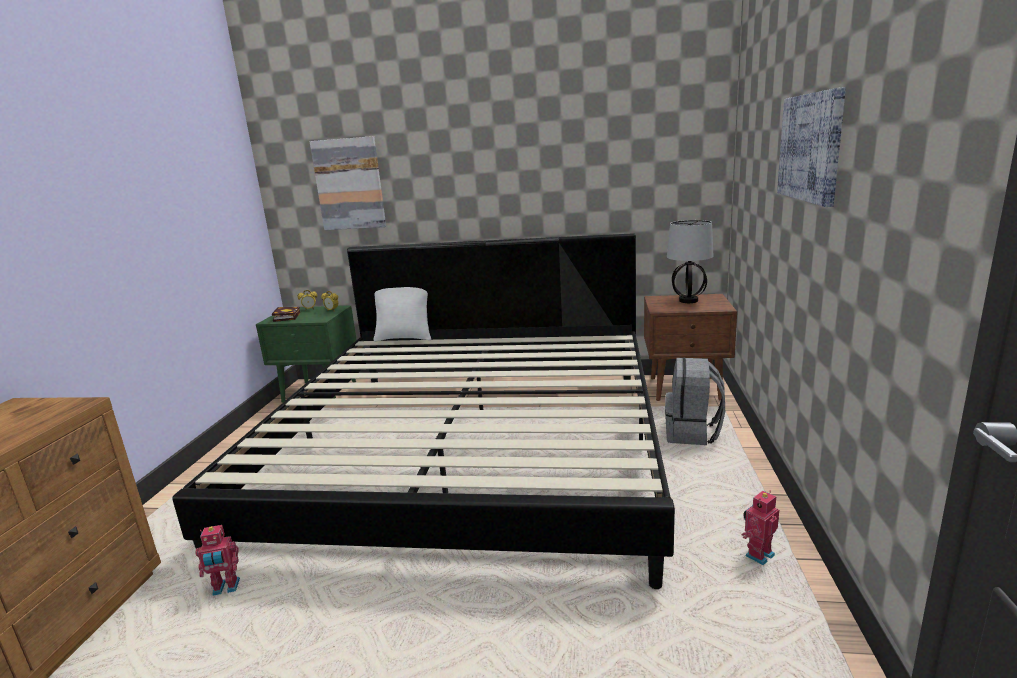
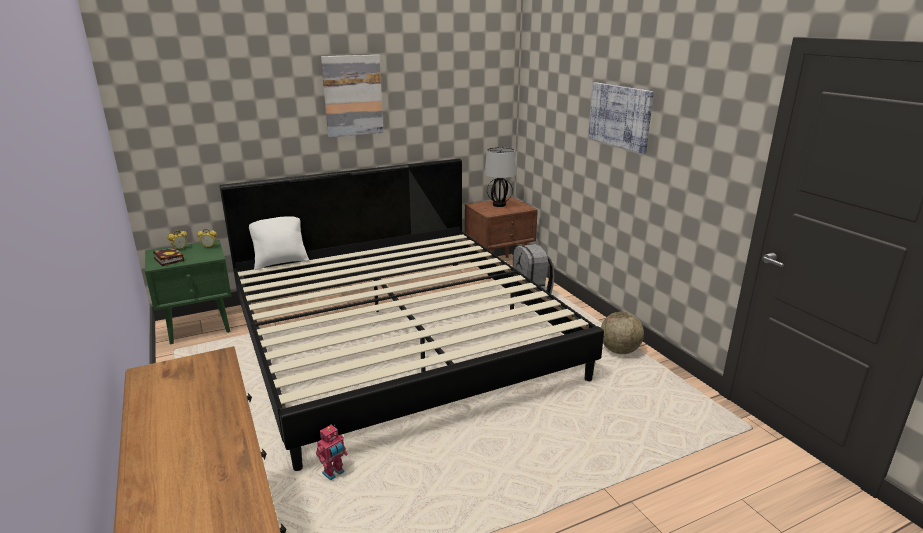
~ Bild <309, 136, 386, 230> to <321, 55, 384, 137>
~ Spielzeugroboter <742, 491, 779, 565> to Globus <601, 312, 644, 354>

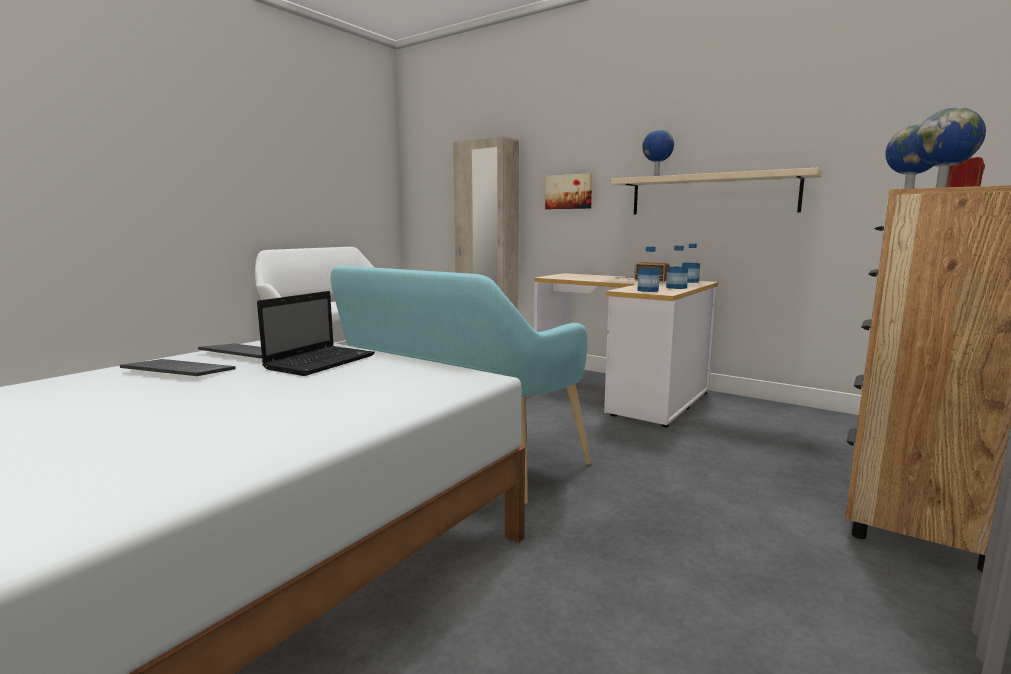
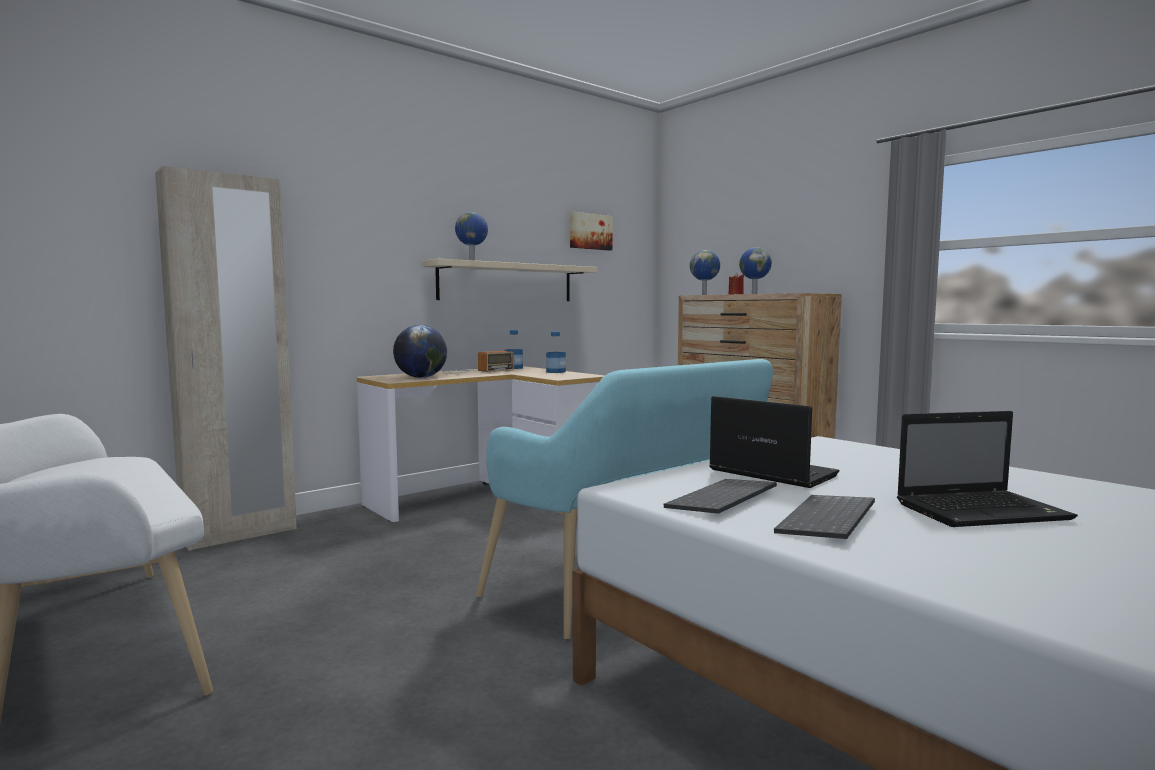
~ Bild <545, 173, 592, 209> to <570, 212, 613, 251>
- Flasche <637, 246, 660, 292>
+ Globus <393, 325, 447, 378>
+ Laptop <897, 411, 1078, 527>

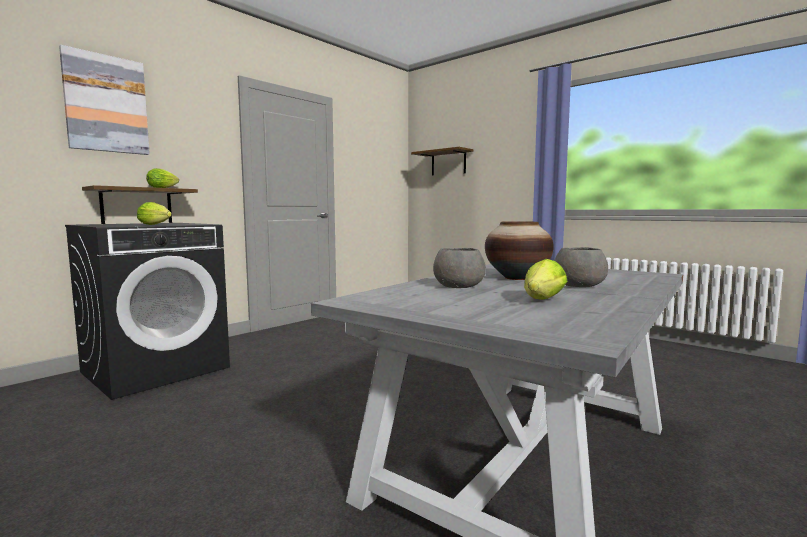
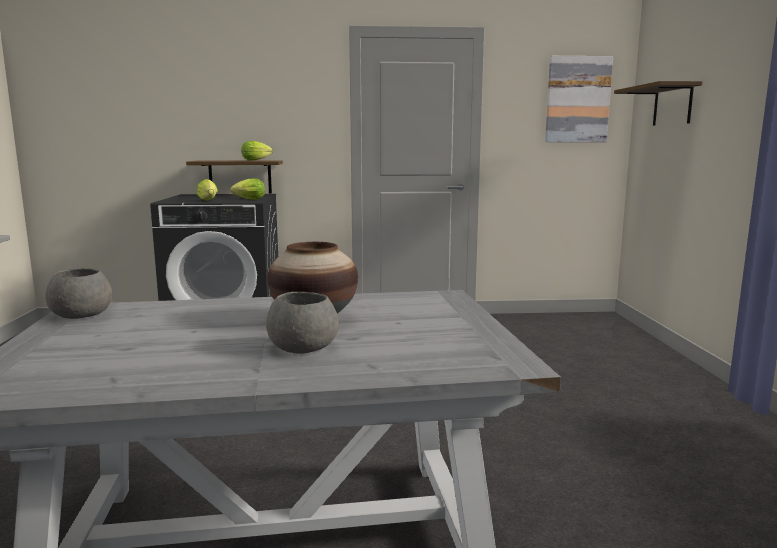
~ Bild <59, 45, 150, 155> to <545, 56, 613, 142>
~ Schüssel [grau] <433, 248, 486, 288> to <45, 268, 112, 319>
~ Salatkopf <524, 259, 568, 300> to <230, 178, 265, 200>

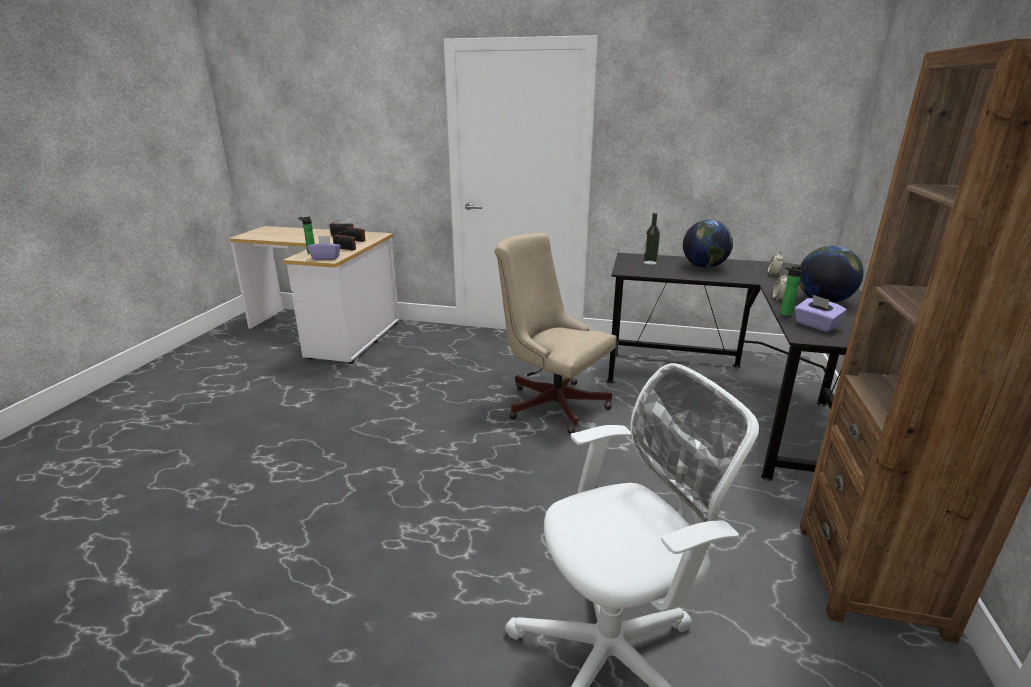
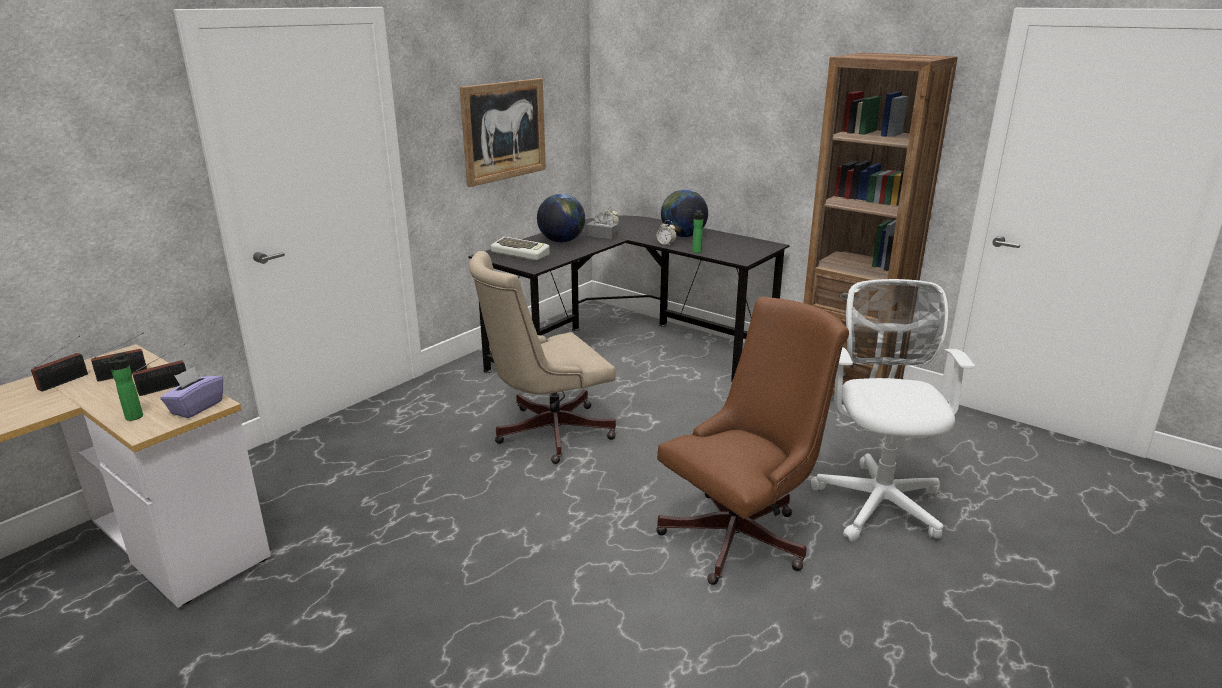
~ Flasche <643, 213, 660, 265> to Tastatur <491, 237, 550, 261>
- Taschentuchbox [lila] <795, 295, 847, 332>
+ Bild <459, 78, 546, 187>
+ Taschentuchbox [grau] <586, 212, 618, 240>
+ Bürostuhl [braun] <656, 297, 849, 585>

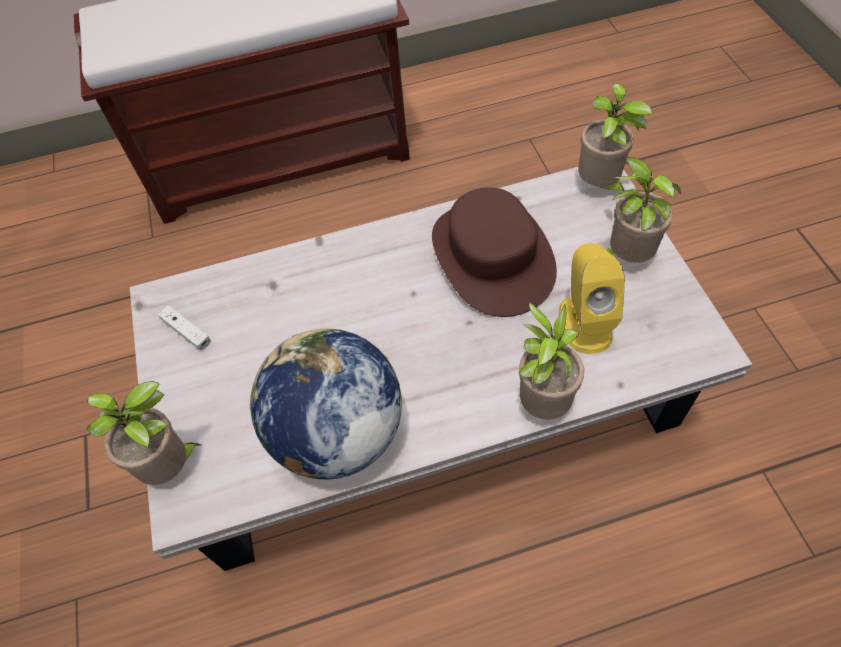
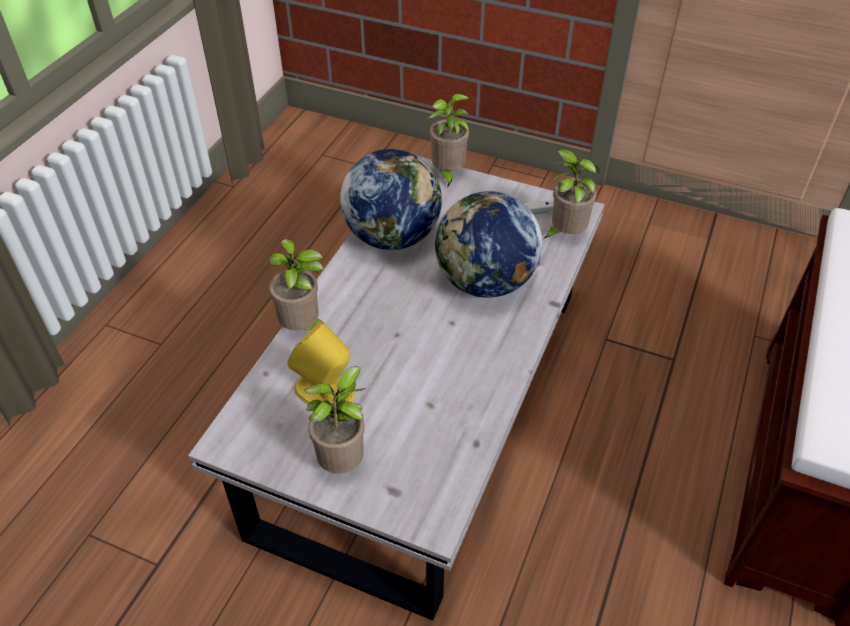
~ Topfpflanze <578, 84, 652, 191> to <543, 149, 600, 239>
- Hut [braun] <432, 187, 557, 317>
+ Globus <435, 191, 542, 298>

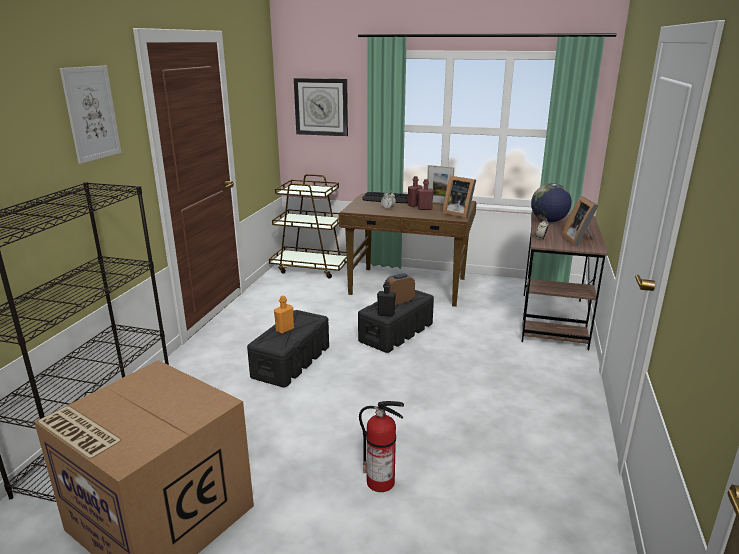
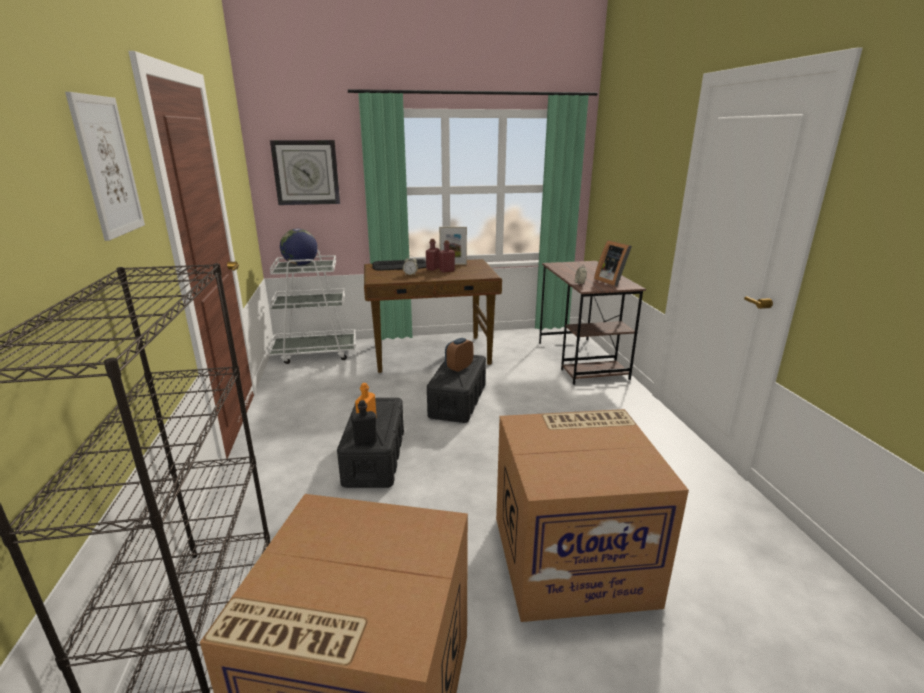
~ Rollwagen [braun] <269, 174, 347, 278> to Rollwagen [weiß] <268, 250, 356, 364>
- Bilderrahmen <442, 176, 476, 218>
~ Globus <531, 183, 572, 222> to <280, 229, 318, 265>
~ Flasche [schwarz] <377, 282, 396, 317> to <351, 400, 377, 446>
~ Feuerlöscher <359, 401, 404, 492> to Karton <496, 409, 689, 622>

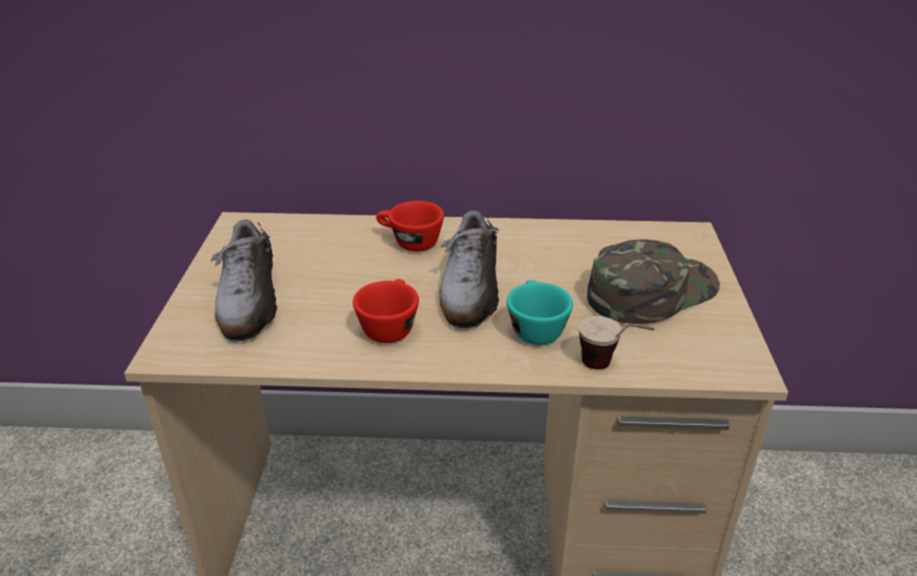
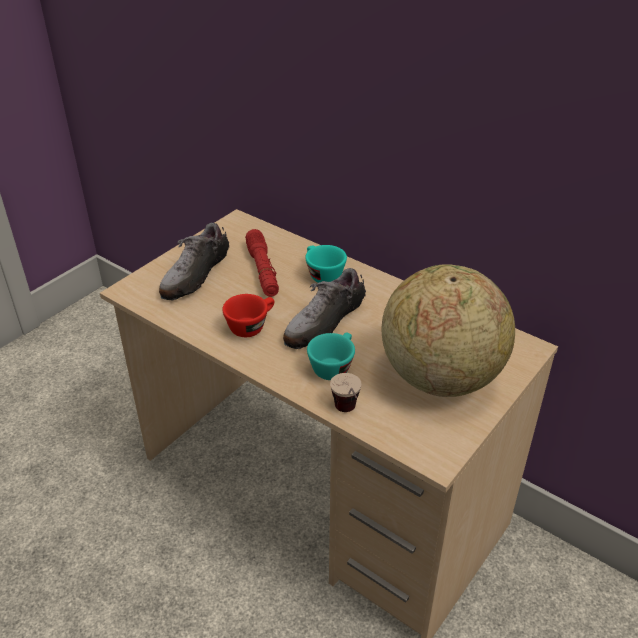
~ Tasse [rot] <376, 201, 444, 252> to Tasse [türkis] <305, 245, 347, 283>
~ Kappe [grün] <587, 239, 720, 324> to Globus <381, 264, 515, 397>
+ Taschenlampe [rot] <245, 229, 279, 297>

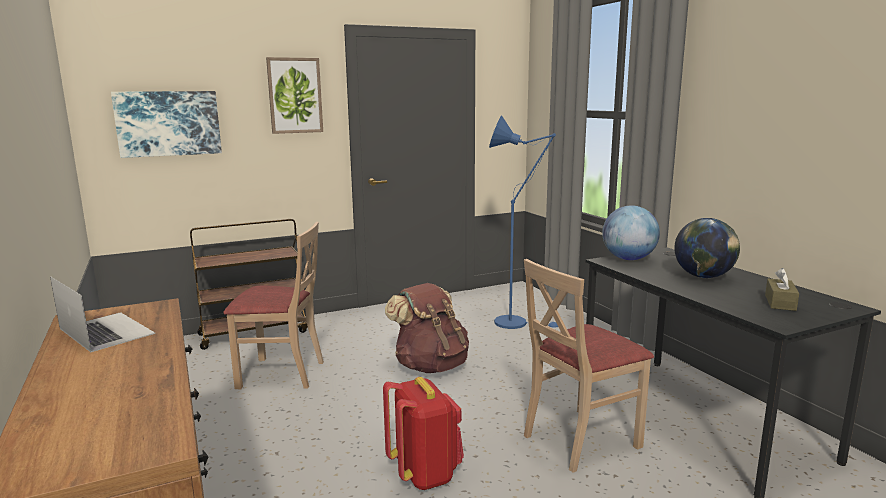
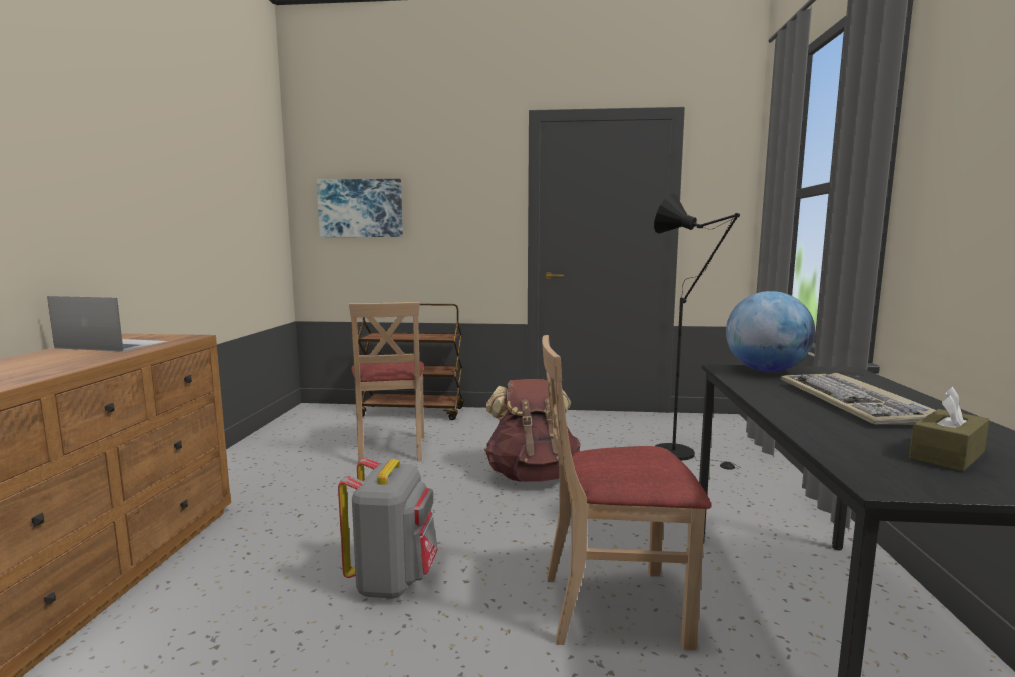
- Bild <266, 57, 323, 134>
~ Stehlampe [blau] <489, 115, 558, 329> to Stehlampe [schwarz] <654, 194, 741, 470>
~ Globus <674, 218, 740, 278> to Tastatur <781, 373, 936, 425>
~ Stuhl [beige] <224, 222, 324, 389> = <349, 302, 424, 462> 45 degrees clockwise
~ Laptop <50, 277, 155, 352> = <47, 296, 168, 352> 60 degrees counterclockwise
~ Rucksack [rot] <383, 377, 464, 490> to Rucksack [grau] <338, 457, 438, 599>

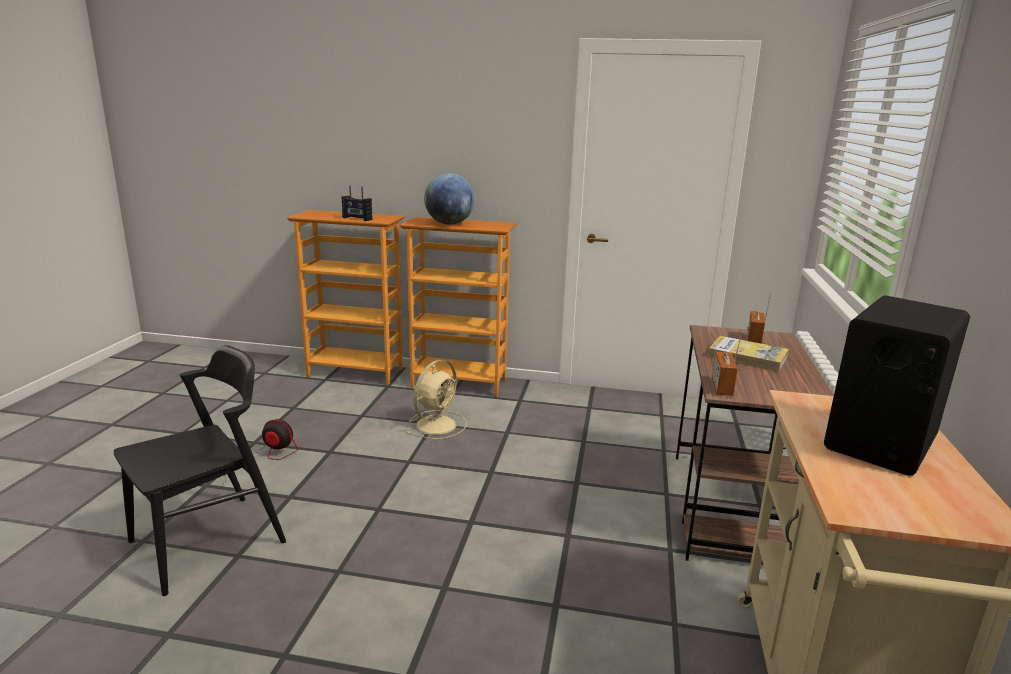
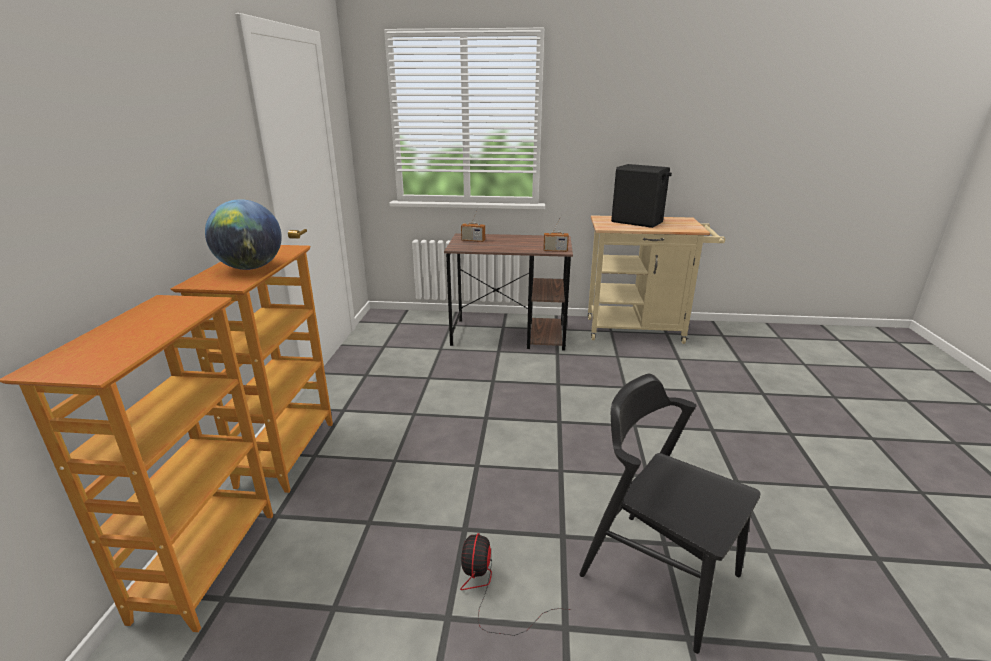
- Radio <341, 185, 373, 221>
- Buch <708, 336, 789, 372>
- Ventilator [beige] <406, 360, 467, 439>

